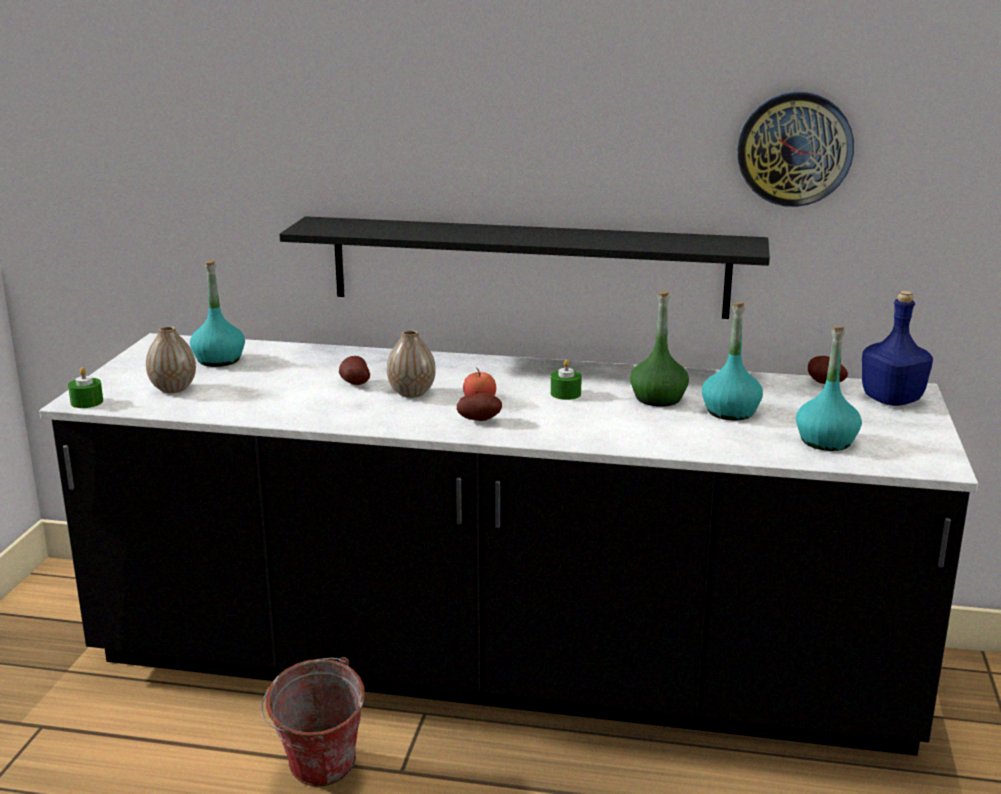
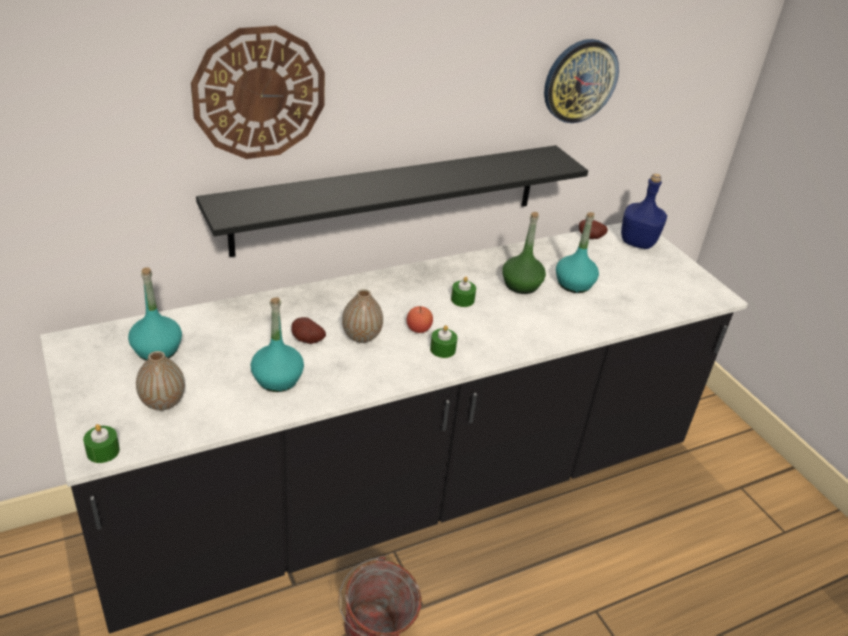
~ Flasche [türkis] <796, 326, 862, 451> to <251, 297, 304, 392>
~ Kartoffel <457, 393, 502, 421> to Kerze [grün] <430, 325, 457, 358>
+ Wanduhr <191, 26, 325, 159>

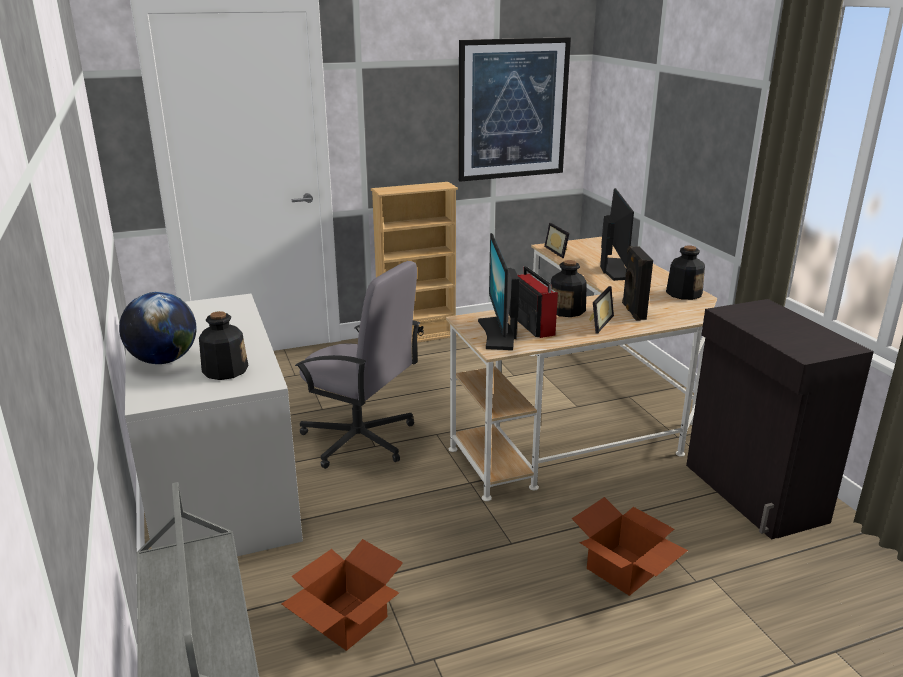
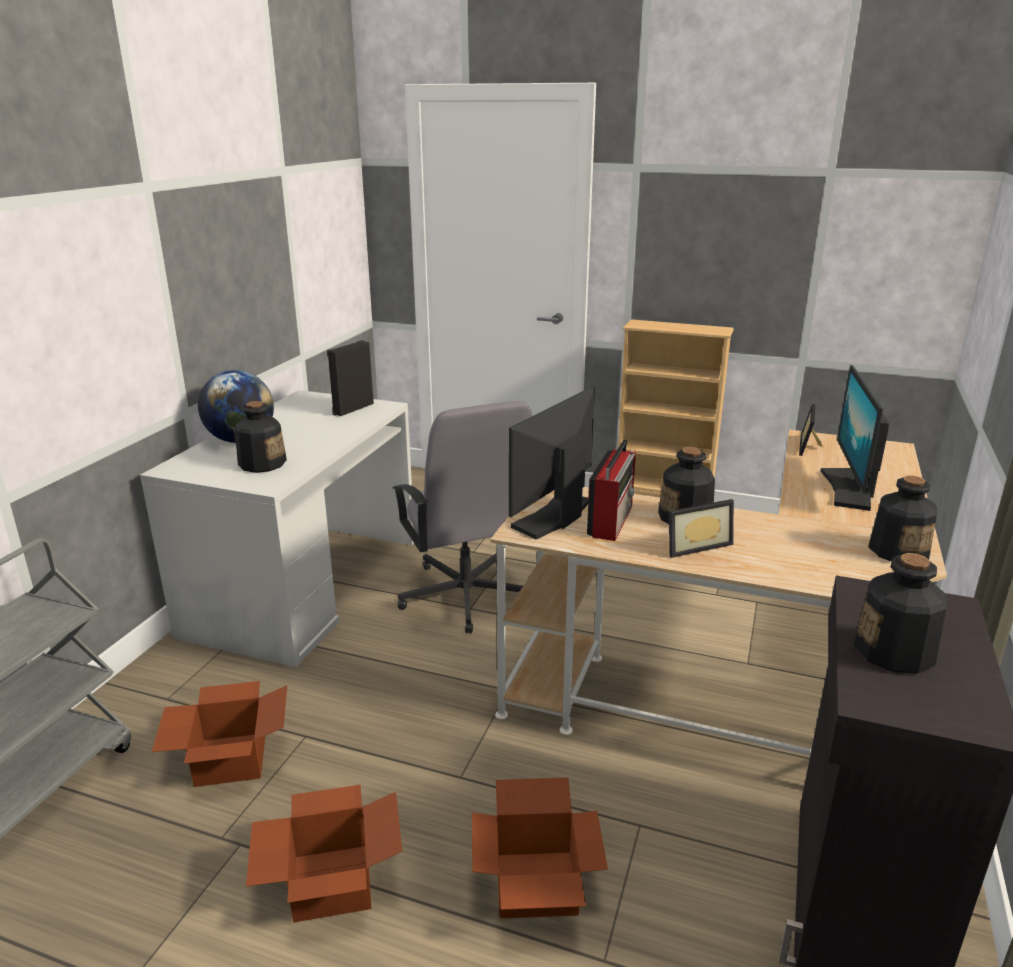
- Bild <458, 37, 571, 182>
~ Monitor <600, 188, 634, 281> = <820, 365, 889, 511> 150 degrees clockwise
~ Lautsprecher [schwarz] <622, 246, 653, 321> to <327, 340, 374, 416>
+ Flasche <854, 553, 947, 674>
+ Karton <246, 785, 402, 923>

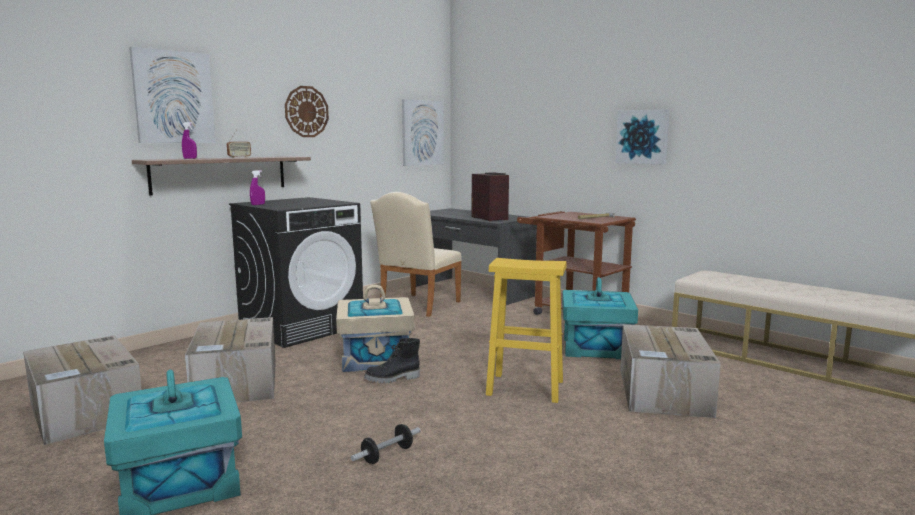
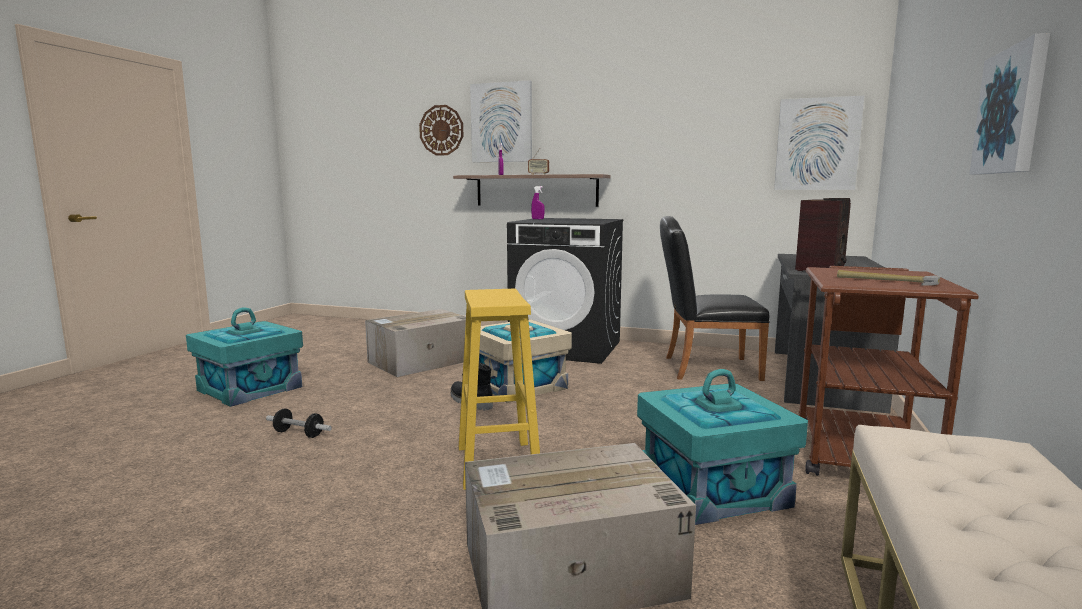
~ Wanduhr <285, 86, 329, 137> to <419, 105, 463, 156>
~ Stuhl [beige] <370, 192, 462, 317> to Stuhl [schwarz] <660, 216, 770, 381>
- Karton <23, 335, 142, 445>

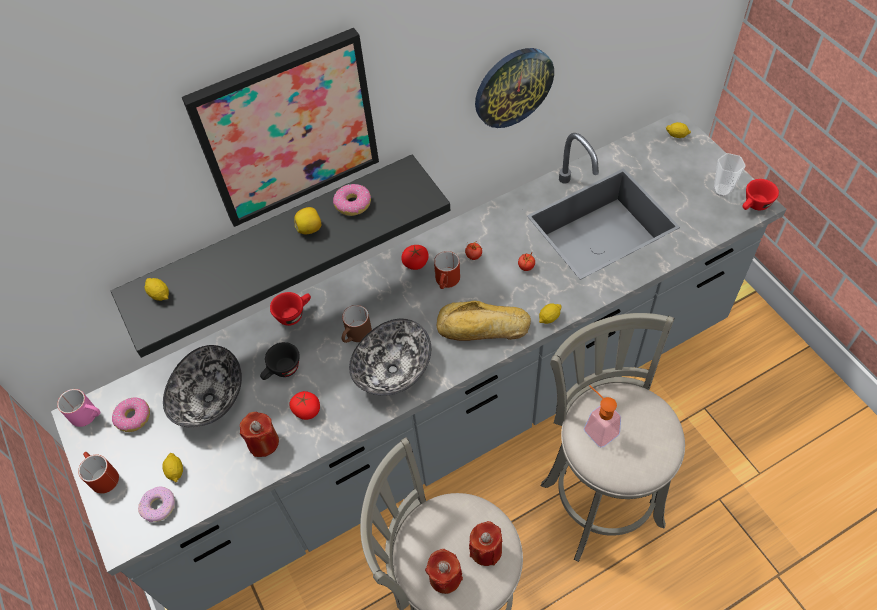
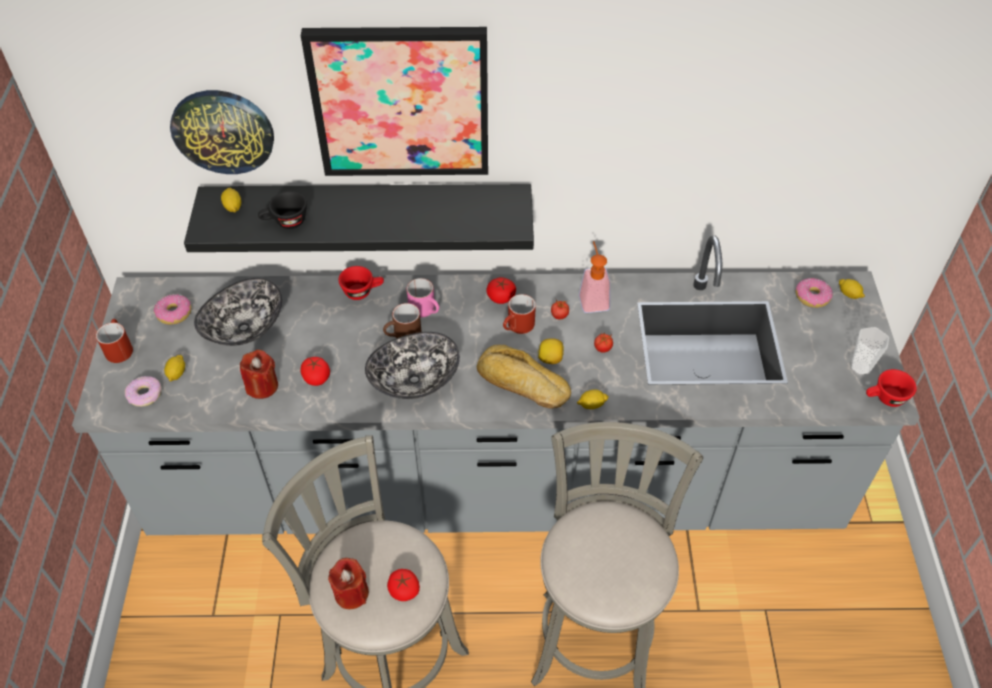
~ Wanduhr <475, 48, 554, 128> to <170, 90, 274, 174>
~ Donut <333, 184, 371, 216> to <795, 278, 833, 308>
~ Zitrone <294, 207, 321, 234> to <538, 338, 564, 364>
~ Tasse [schwarz] <260, 342, 300, 380> to <258, 191, 307, 229>
~ Seifenspender <584, 385, 621, 447> to <579, 241, 610, 313>
~ Henkelbecher [rosa] <57, 389, 100, 427> to <407, 278, 439, 318>
~ Kerze [rot] <469, 521, 502, 566> to Tomate <387, 569, 420, 601>

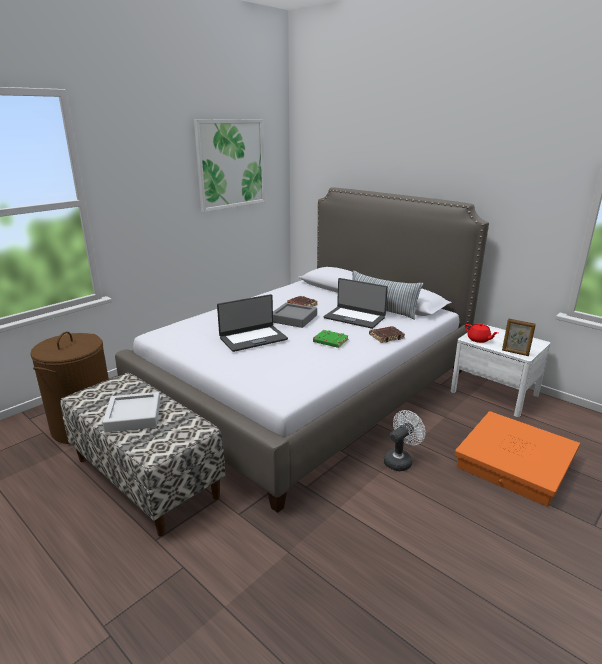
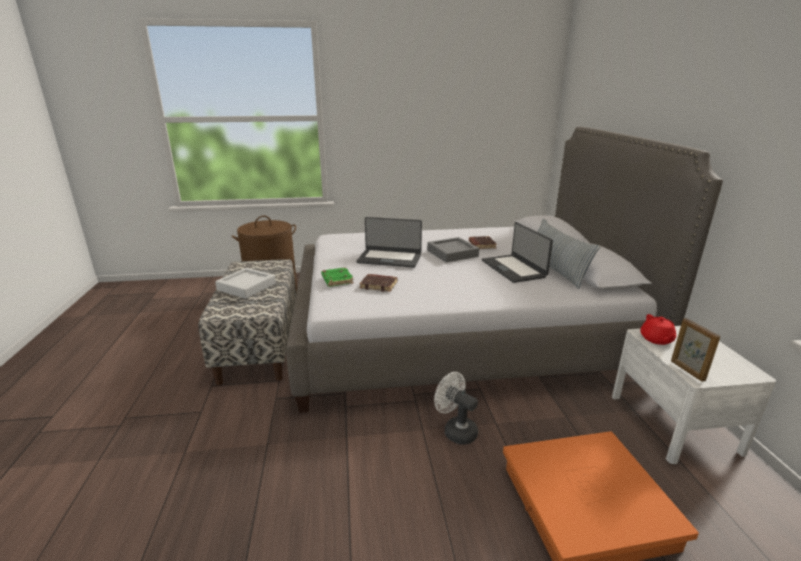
- Bild <194, 119, 265, 212>
~ Buch [braun] <369, 326, 405, 343> to <359, 274, 398, 292>
~ Buch [grün] <313, 330, 349, 348> to <321, 267, 354, 287>
~ Ventilator [weiß] <384, 410, 425, 471> = <434, 372, 478, 445> 135 degrees counterclockwise

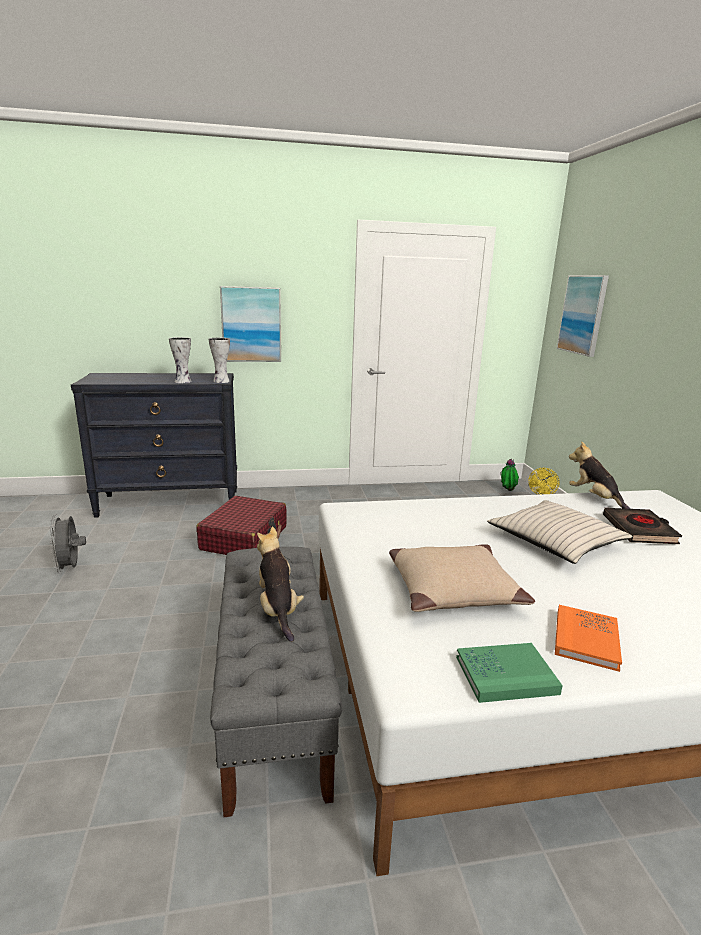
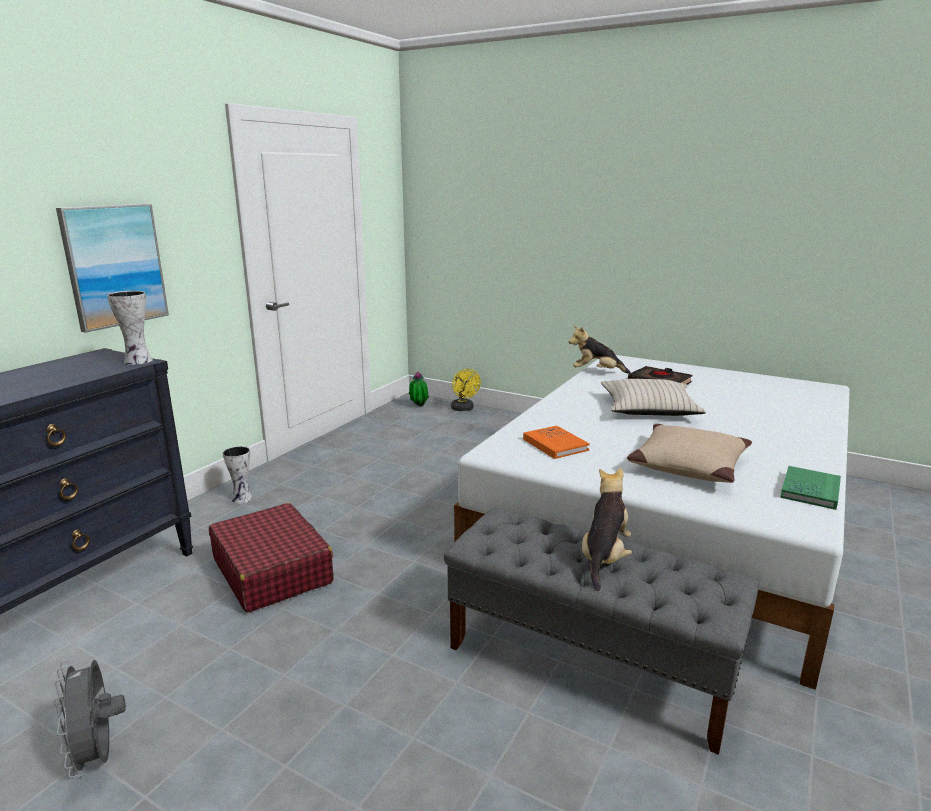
- Bild <557, 275, 609, 357>
~ Vase <169, 337, 192, 383> to <222, 446, 253, 504>
~ Ventilator [grau] <50, 514, 86, 573> = <54, 660, 126, 778> 45 degrees clockwise
~ Plüschtier <257, 526, 304, 642> = <582, 468, 632, 591> 90 degrees clockwise
~ Buch [orange] <555, 605, 622, 672> to <523, 426, 590, 459>

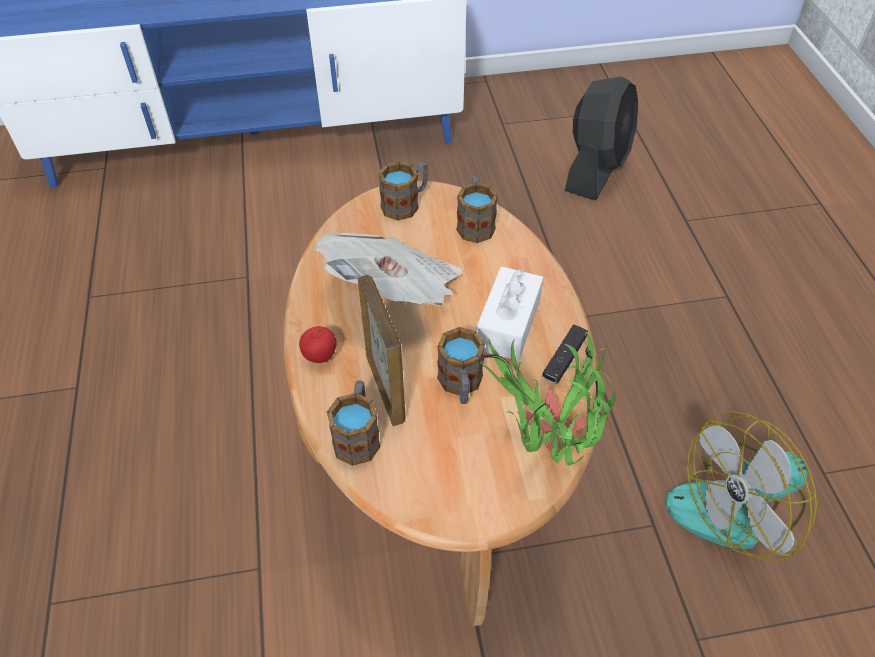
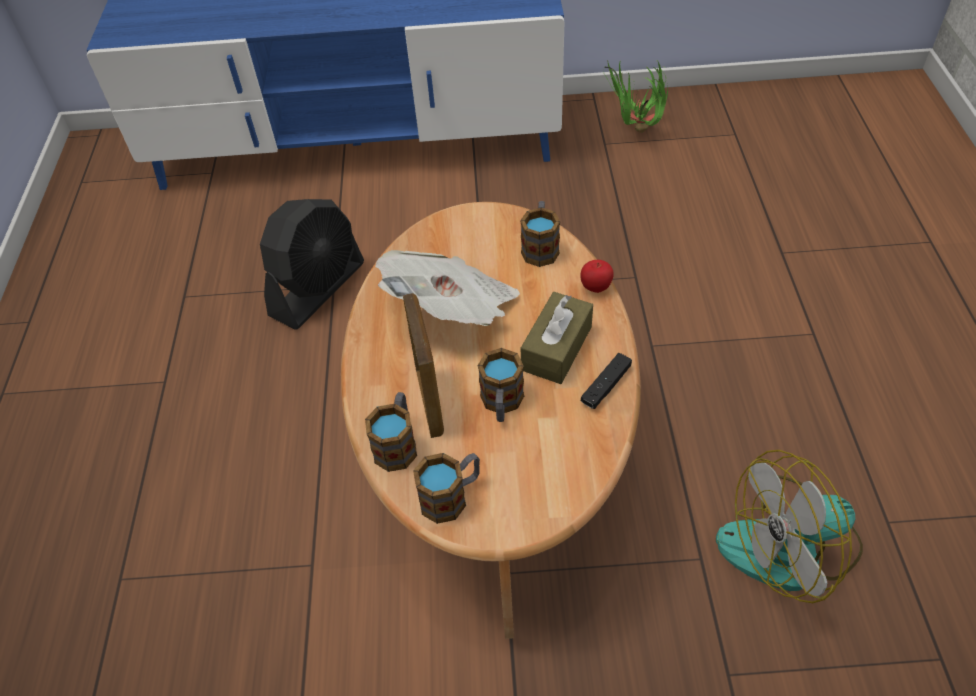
~ Ventilator [schwarz] <565, 76, 638, 200> to <260, 199, 364, 329>
~ Henkelbecher <378, 161, 428, 220> to <413, 453, 480, 524>
~ Taschentuchbox [weiß] <477, 267, 543, 361> to Taschentuchbox [braun] <521, 292, 593, 384>
~ Apfel <299, 326, 337, 363> to <581, 260, 614, 293>
~ Topfpflanze <480, 332, 616, 466> to <603, 60, 668, 133>

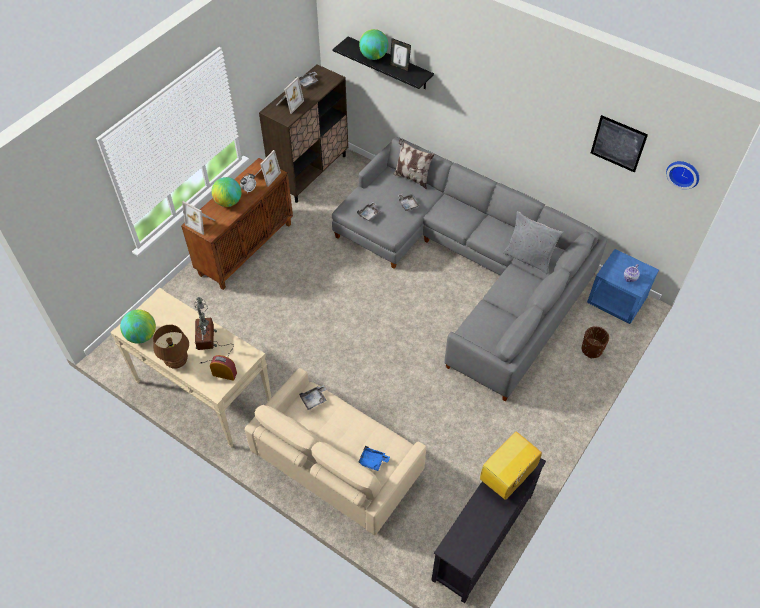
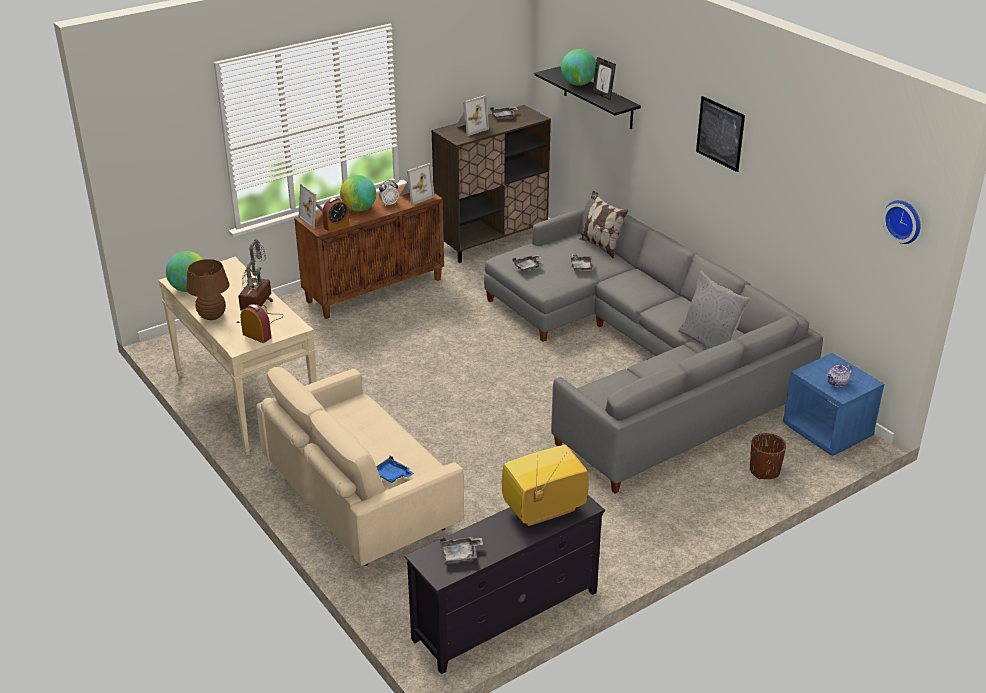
~ Bild <591, 115, 648, 173> to <696, 96, 745, 172>
~ Tablett [grau] <299, 385, 327, 410> to <440, 537, 483, 564>
+ Wecker <322, 198, 349, 231>

